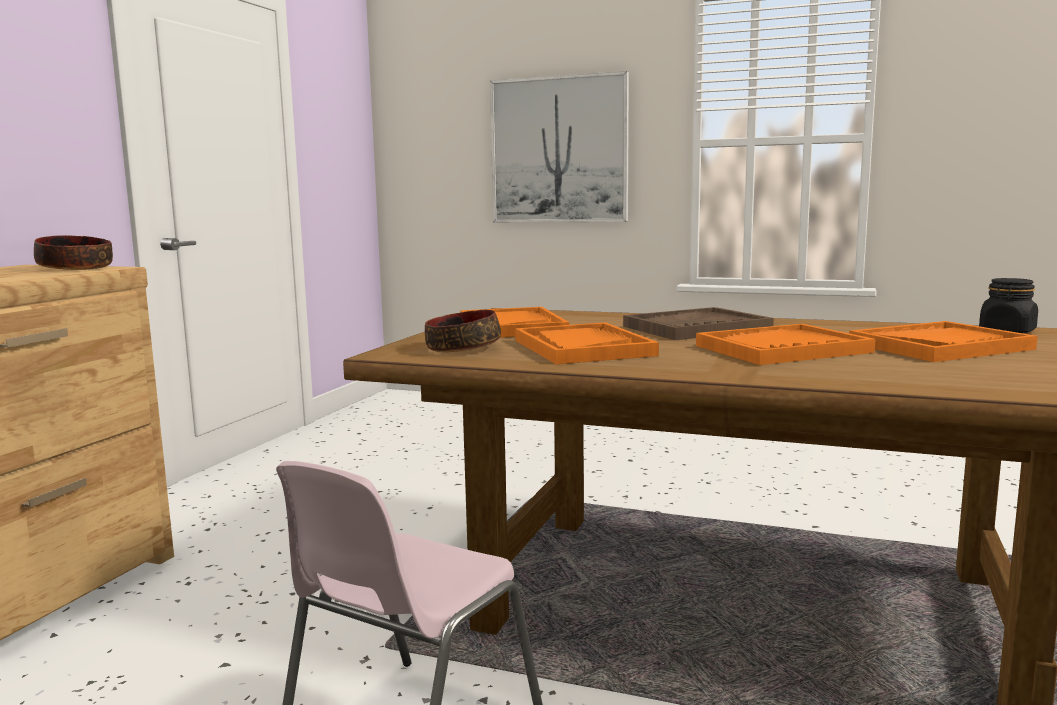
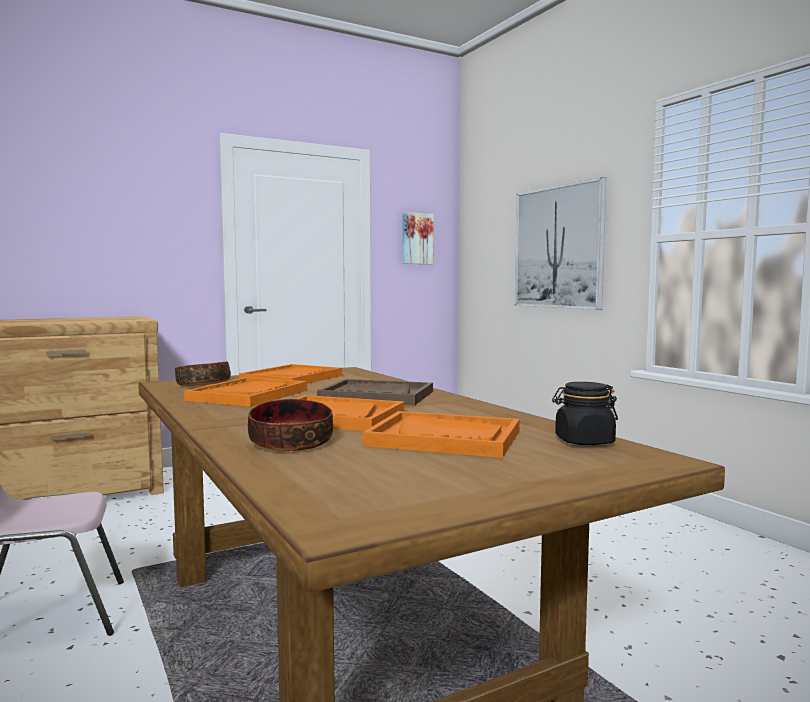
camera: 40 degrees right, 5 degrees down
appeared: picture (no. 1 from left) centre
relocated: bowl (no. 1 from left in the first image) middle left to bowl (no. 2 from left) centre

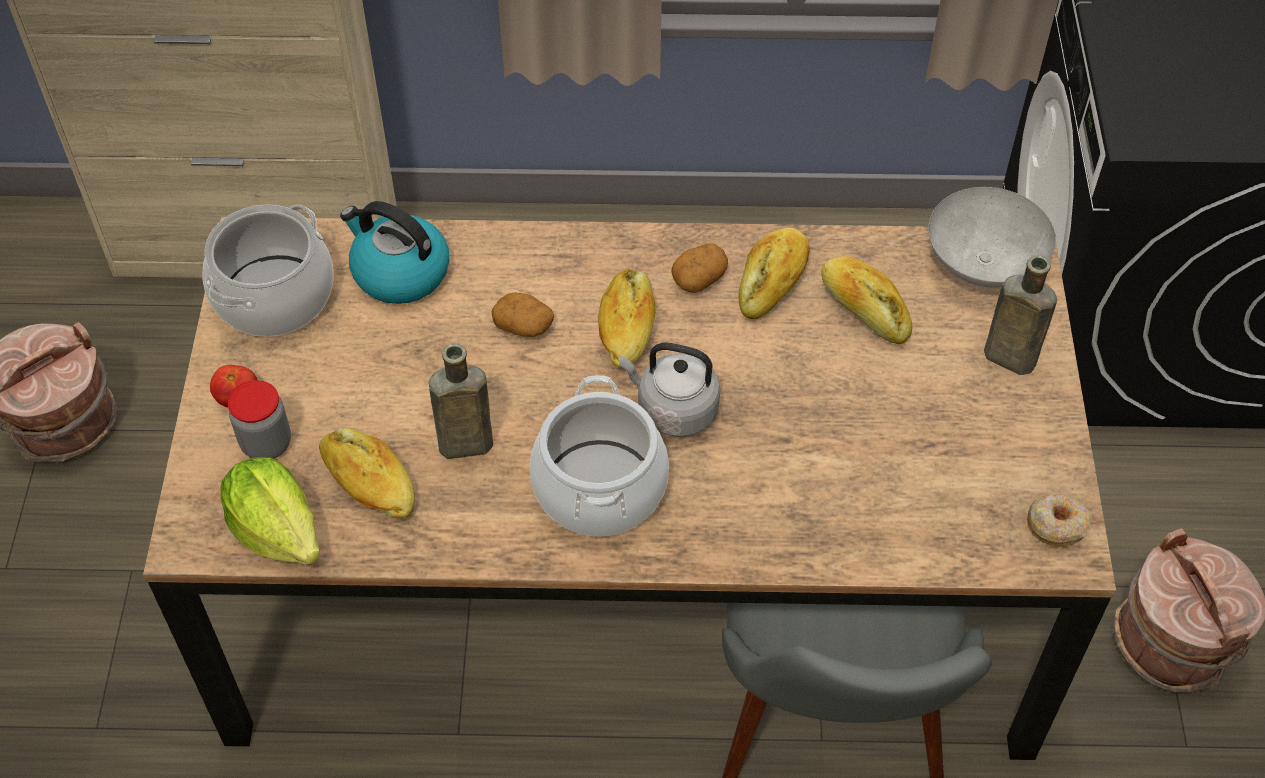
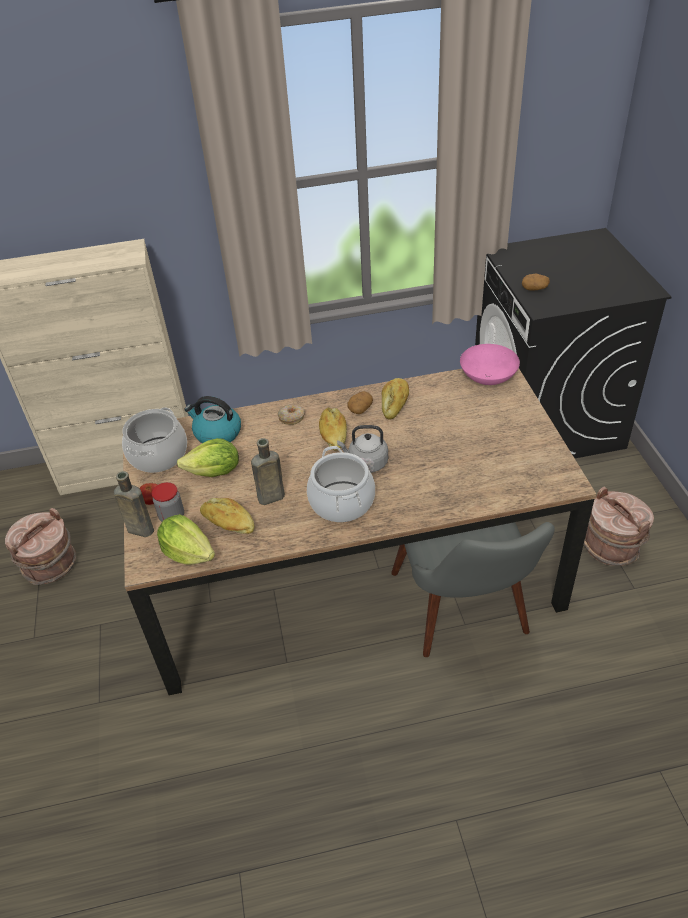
camera: 10 degrees left, 10 degrees down
missing: bread (no. 4 from left) middle right
appeared: lettuce (no. 2 from left) middle left
relocated: potato (no. 1 from left in the first image) centre to potato (no. 2 from left) top right; brown bottle (no. 2 from left in the first image) middle right to brown bottle (no. 1 from left) middle left; donut bottom right to centre
colour: grey bowl top right to pink bowl middle right

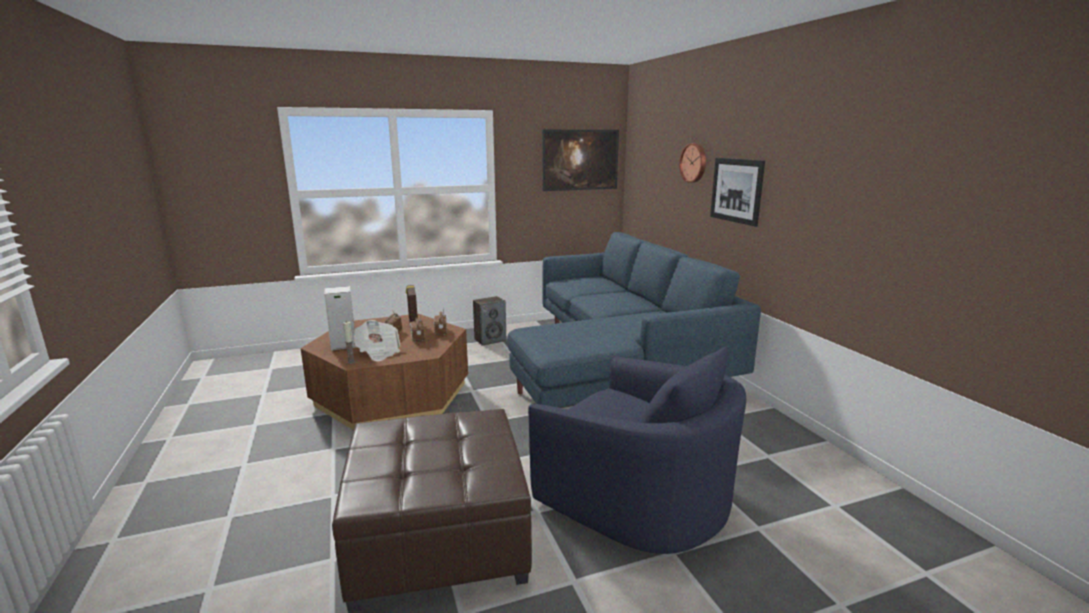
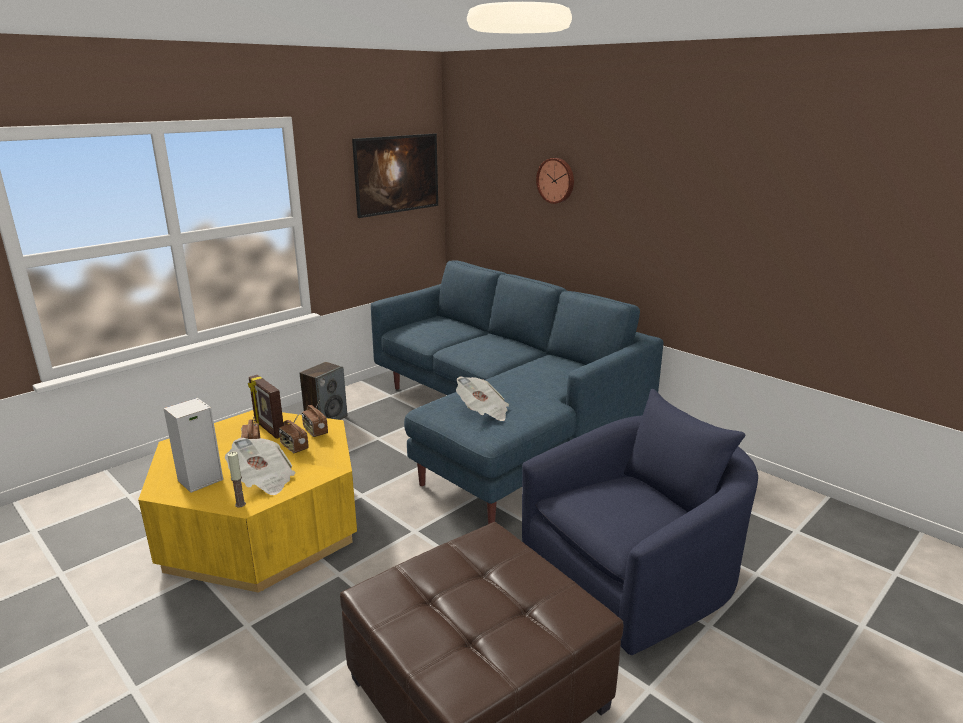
camera: 25 degrees left, 5 degrees up
missing: picture (no. 2 from left) top right
appeared: newspaper (no. 2 from left) centre
colour: brown coffee table centre to yellow coffee table bottom left
spun: blue armchair bottom centre = bottom centre 45 degrees counterclockwise

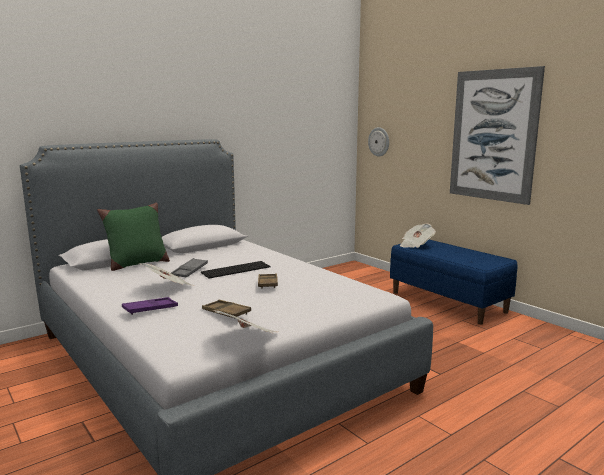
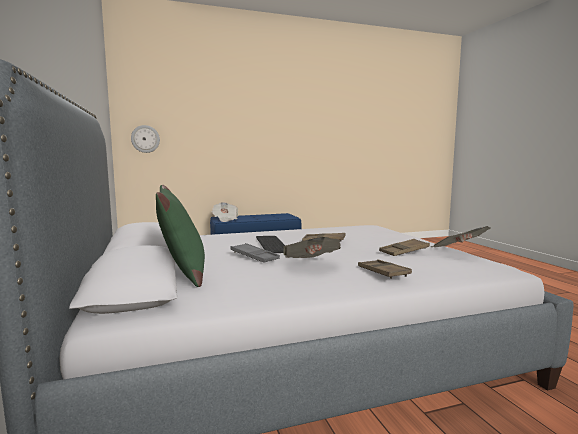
camera: 70 degrees left, 5 degrees down
missing: picture top right
colour: purple tray middle left to brown tray (no. 2 from left) centre

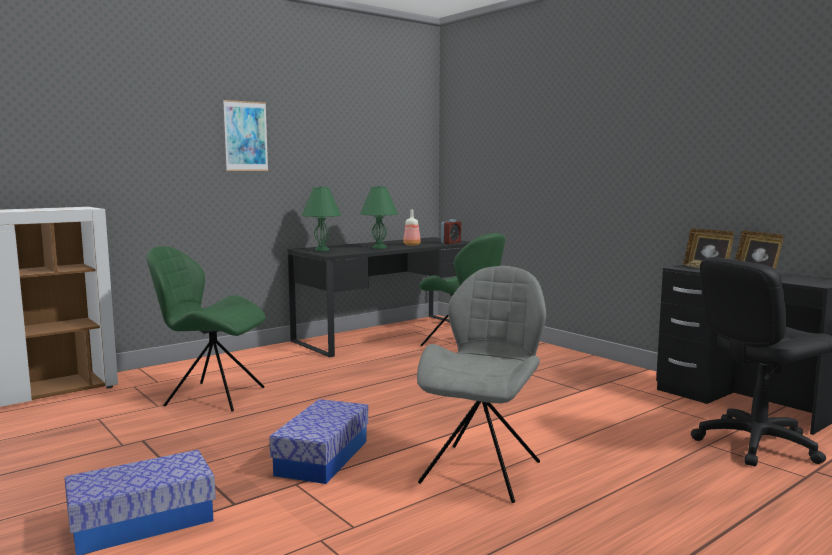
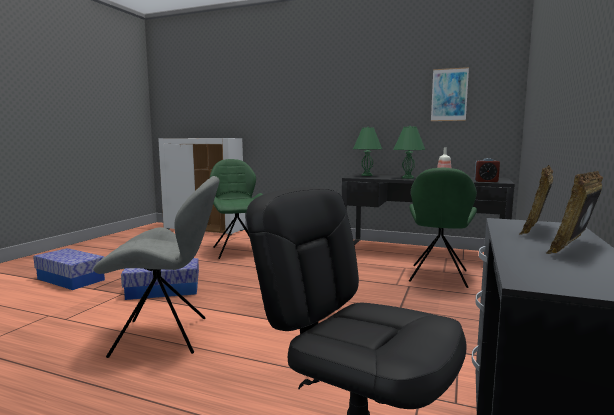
camera: 60 degrees right, 0 degrees up
relocated: picture top left to top right

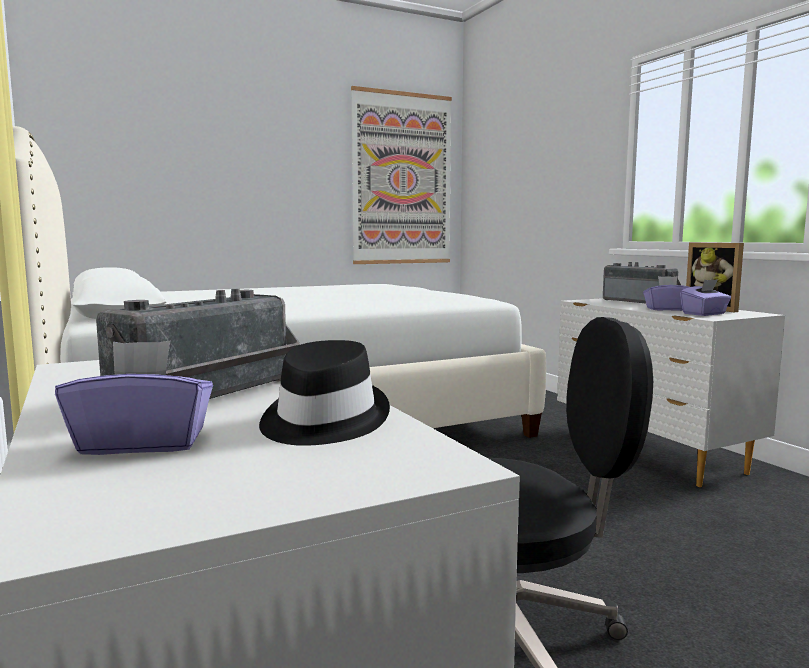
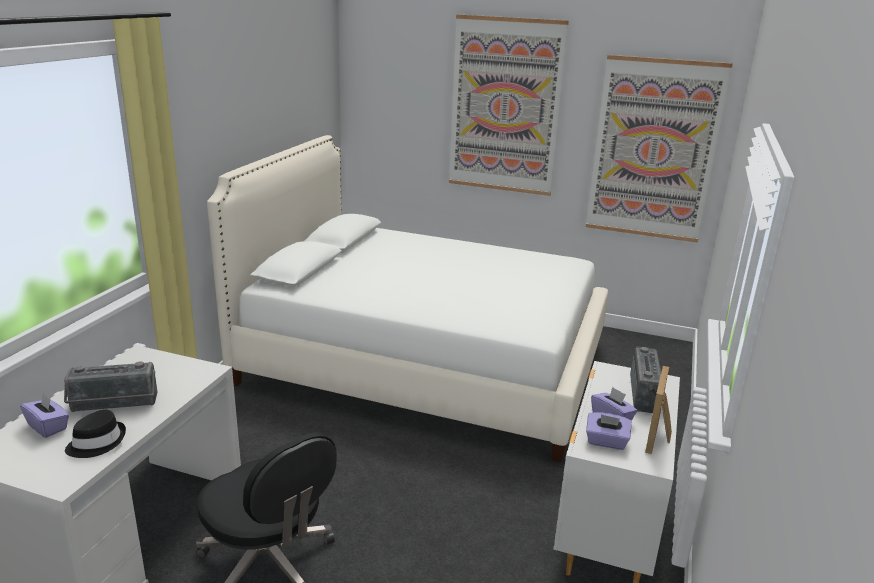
camera: 45 degrees right, 15 degrees up
appeared: picture (no. 1 from left) top centre

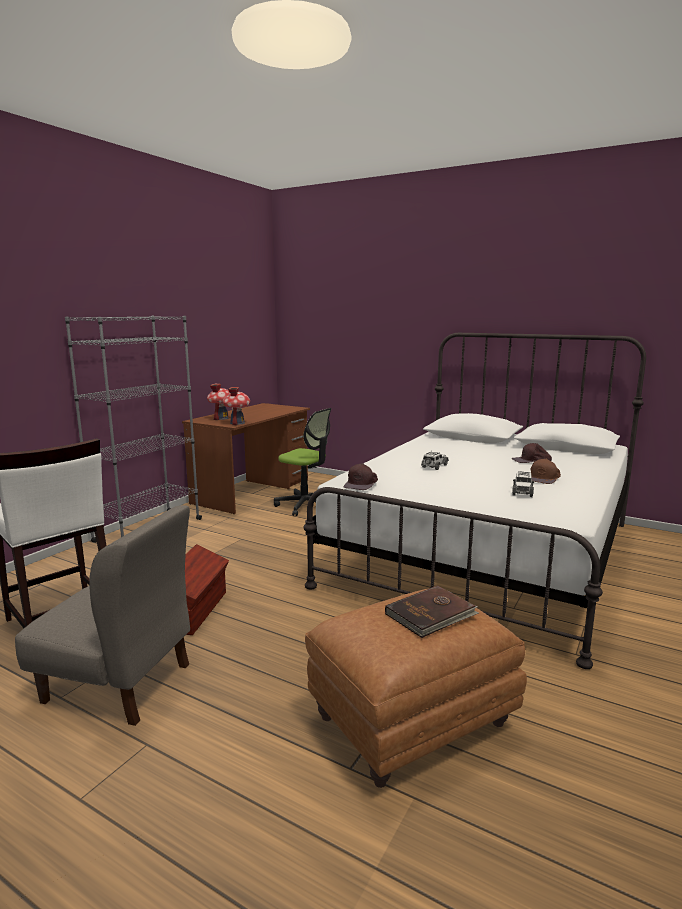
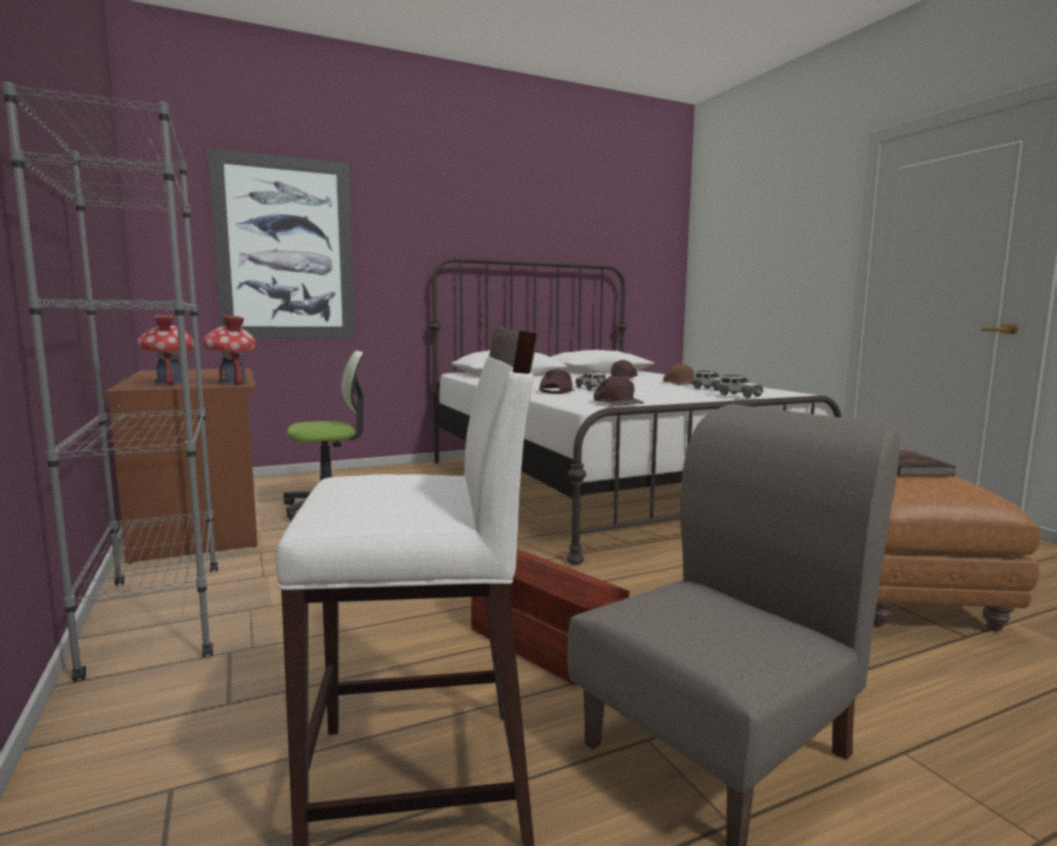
camera: 55 degrees left, 5 degrees down
appeared: picture top left; brown cap (no. 1 from left) centre; toy car (no. 3 from left) middle right

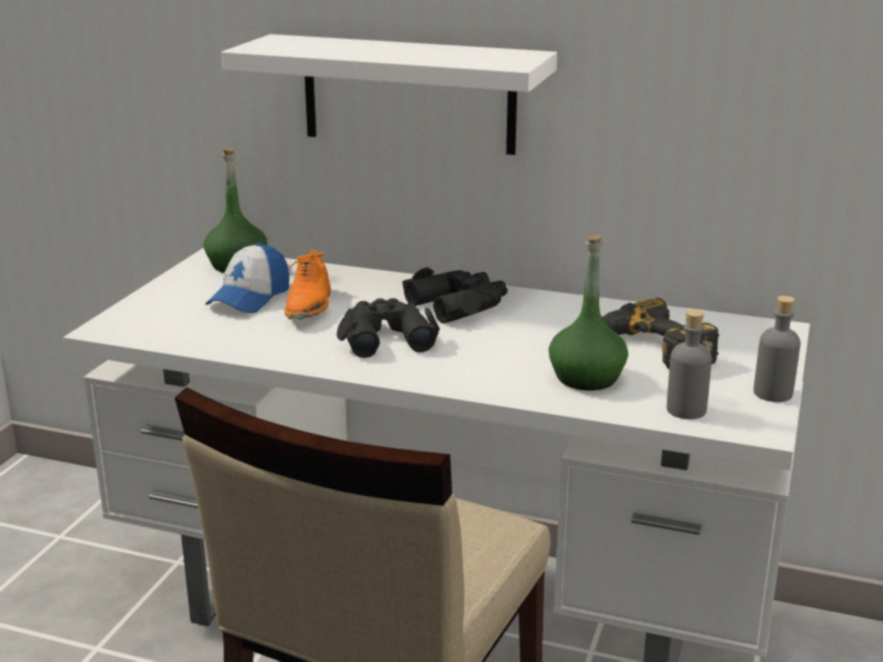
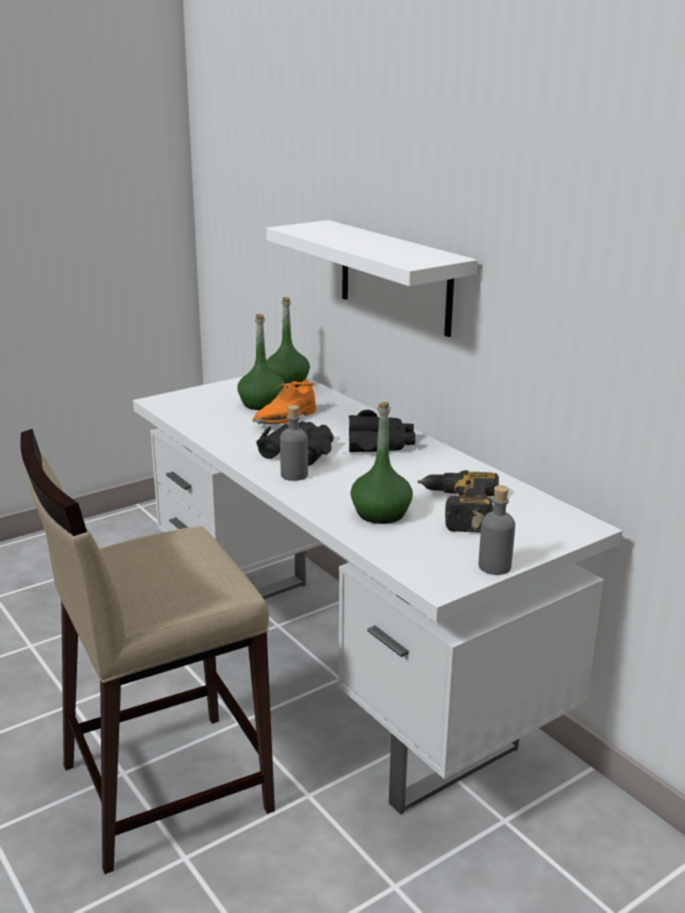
camera: 35 degrees right, 0 degrees up
relocated: grey bottle (no. 1 from left) middle right to centre
exchanged: cap middle left to green bottle (no. 1 from left) centre

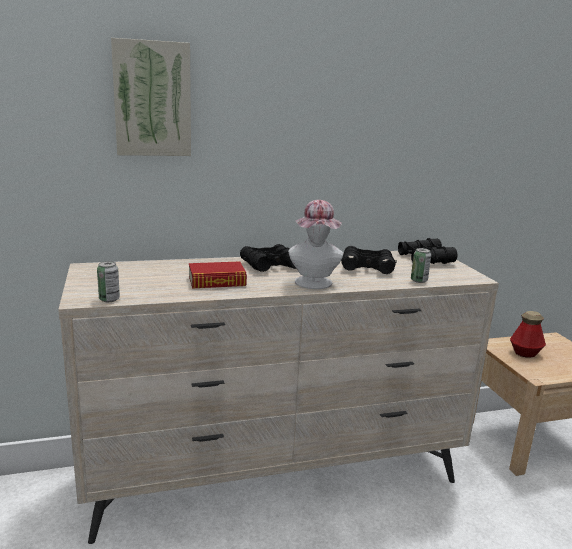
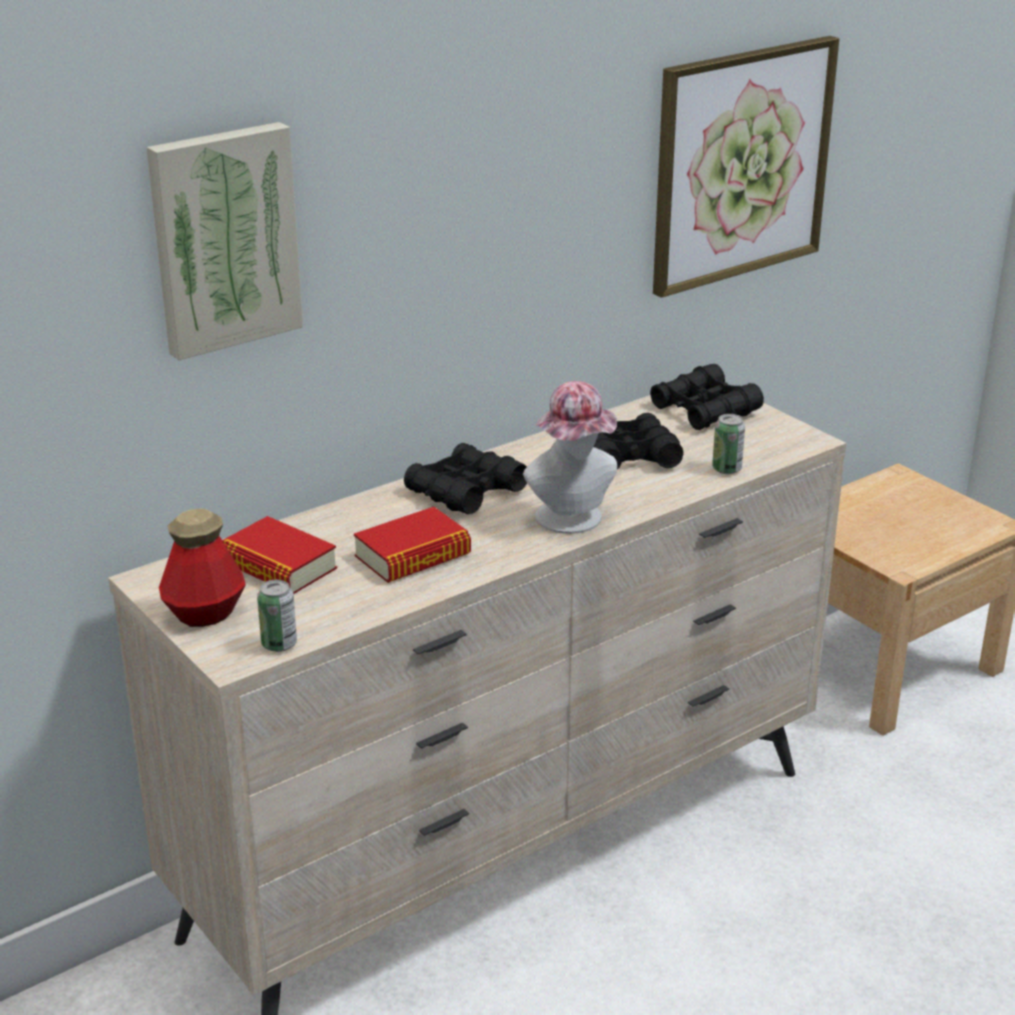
camera: 20 degrees left, 10 degrees up
appeared: book (no. 1 from left) middle left; picture (no. 2 from left) top right
relocated: bottle middle right to middle left

